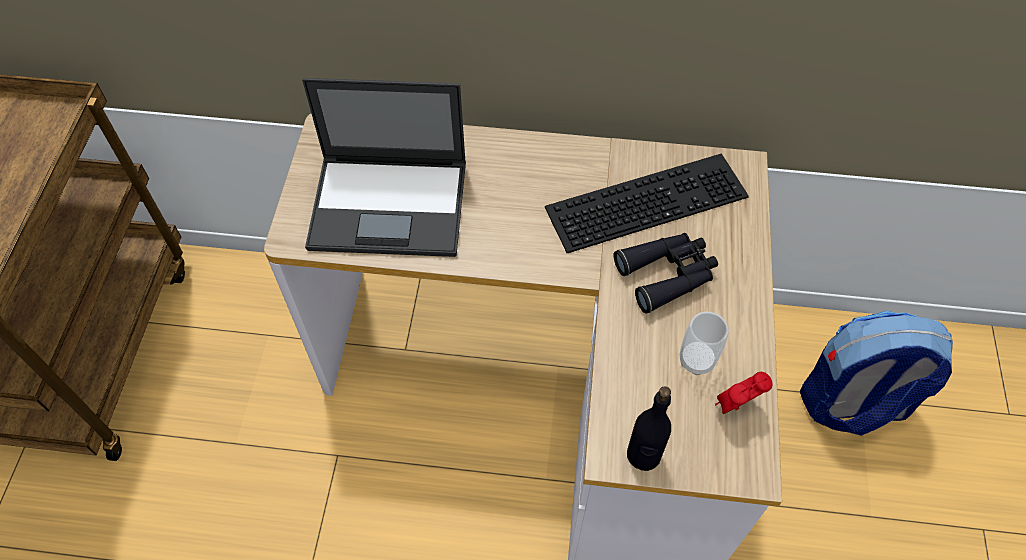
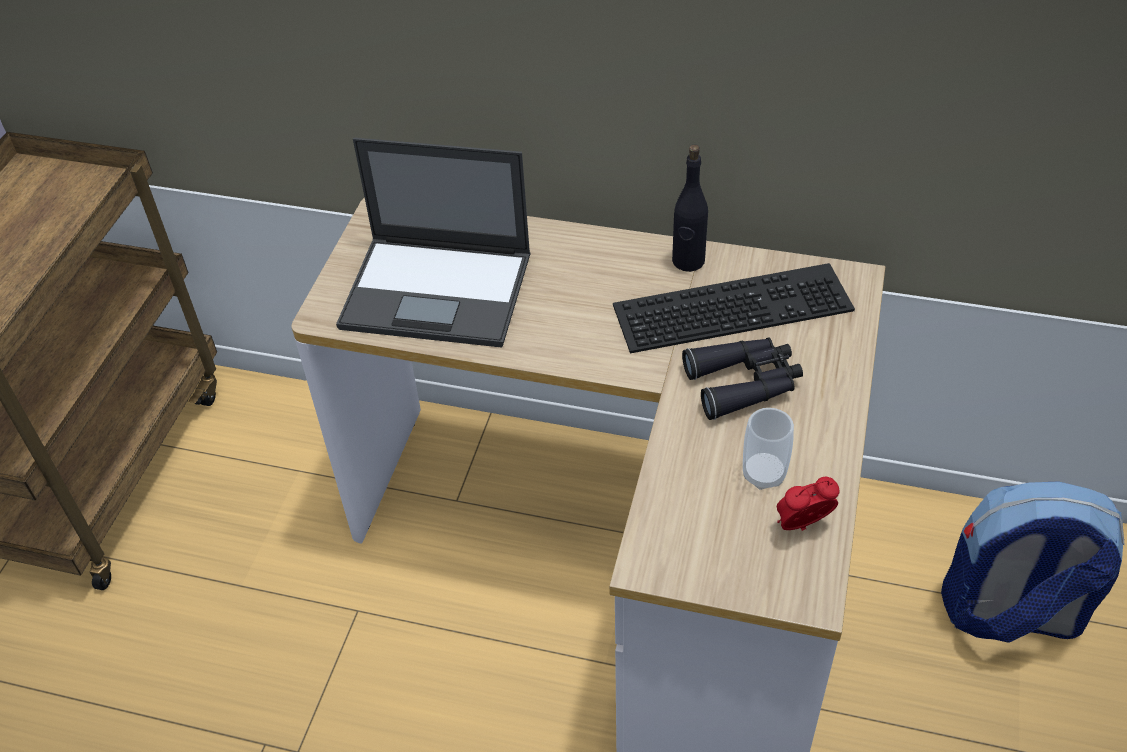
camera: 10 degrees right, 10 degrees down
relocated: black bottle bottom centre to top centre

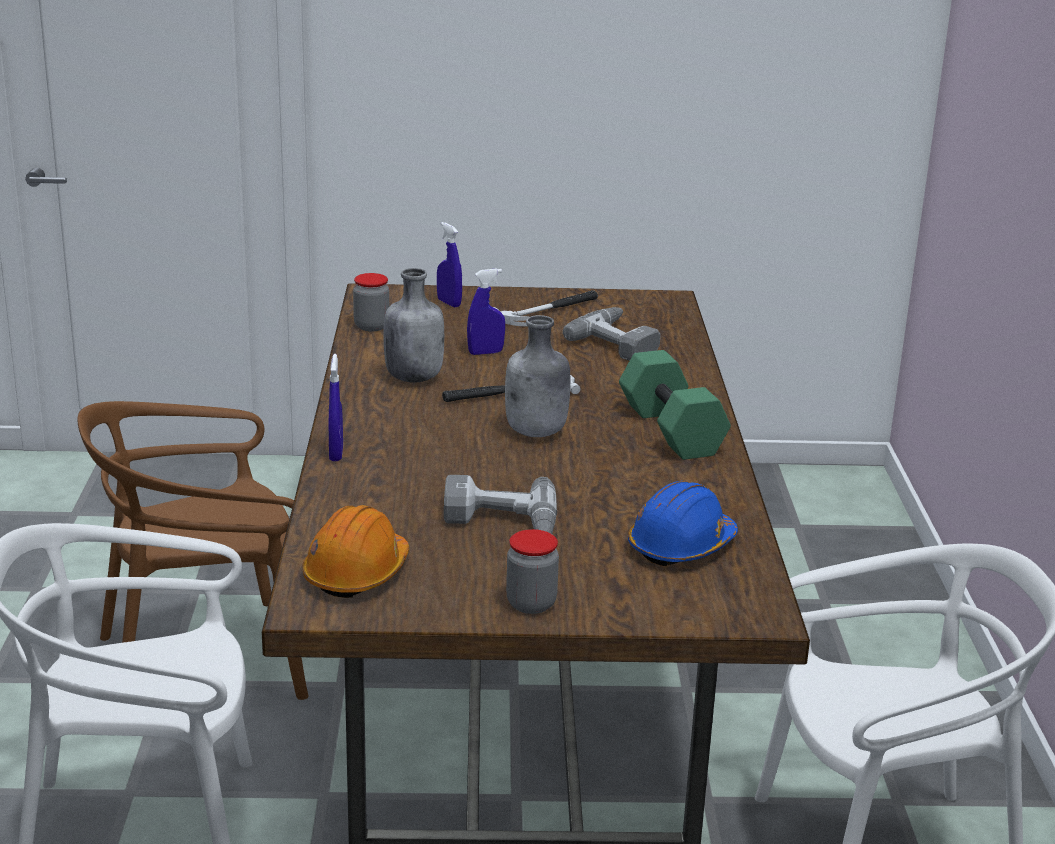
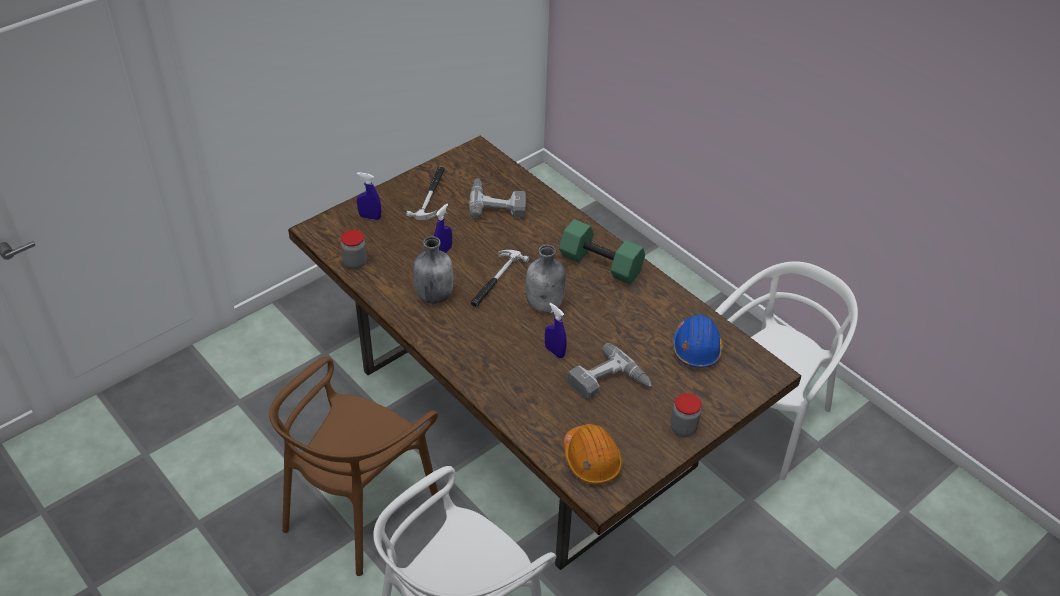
camera: 40 degrees left, 20 degrees up
relocated: blue spray bottle (no. 1 from left in the first image) middle left to blue spray bottle (no. 3 from left) centre

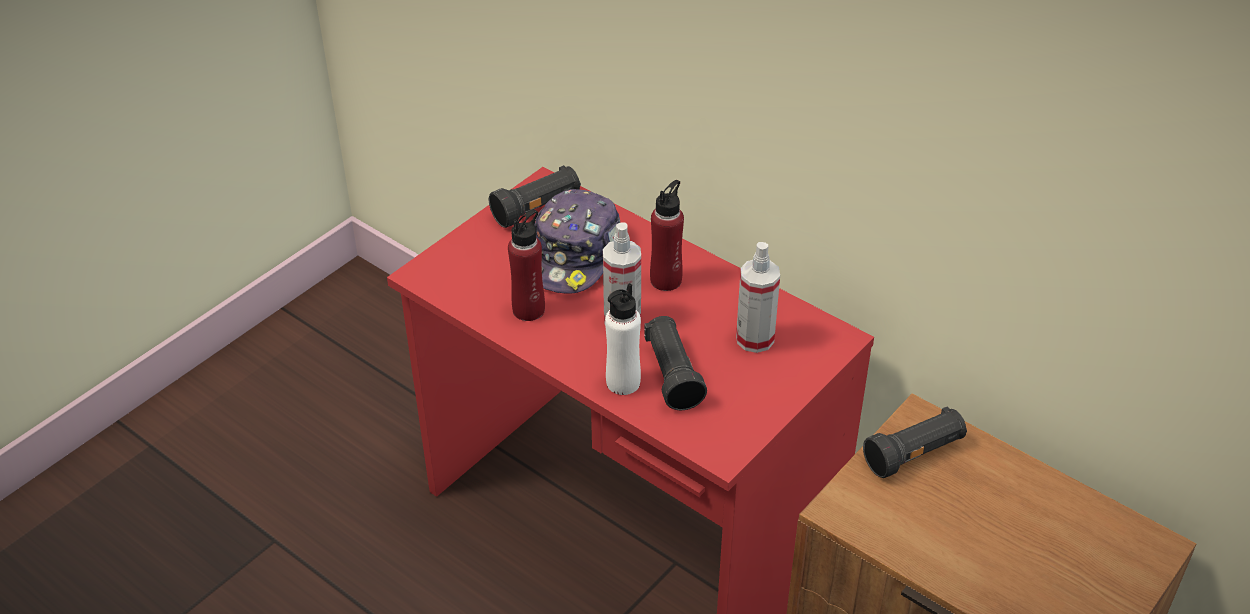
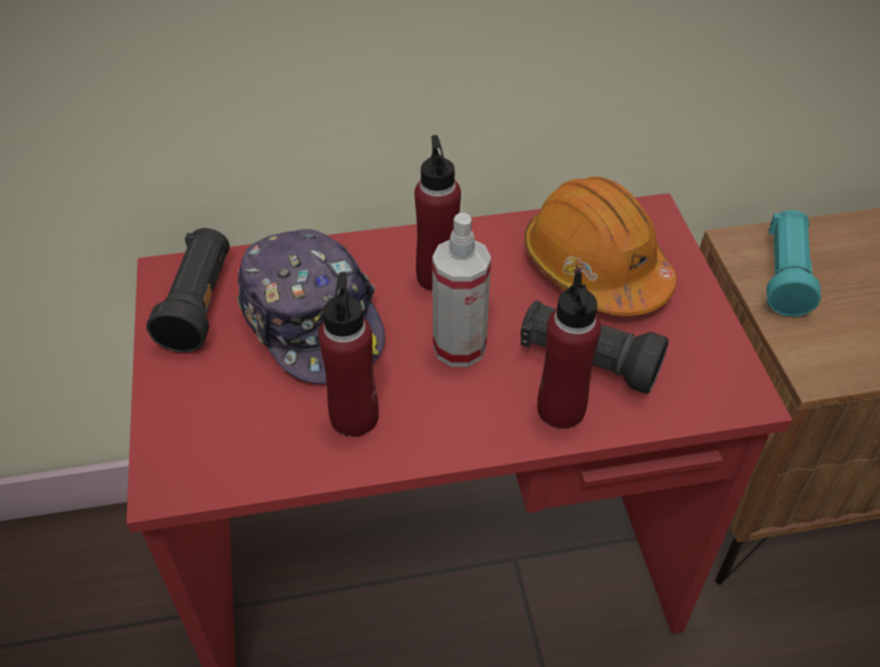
camera: 50 degrees left, 5 degrees up
exchanged: spray bottle (no. 2 from left) centre to orange hard hat middle right
colour: white bottle centre to red bottle (no. 3 from left) centre; black flashlight (no. 3 from left) bottom right to turquoise flashlight middle right

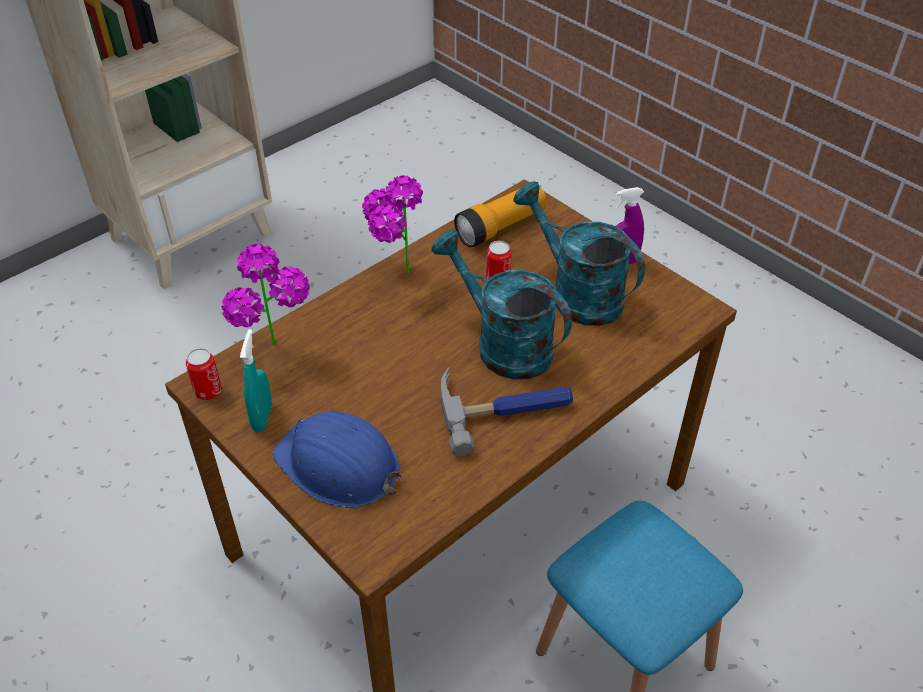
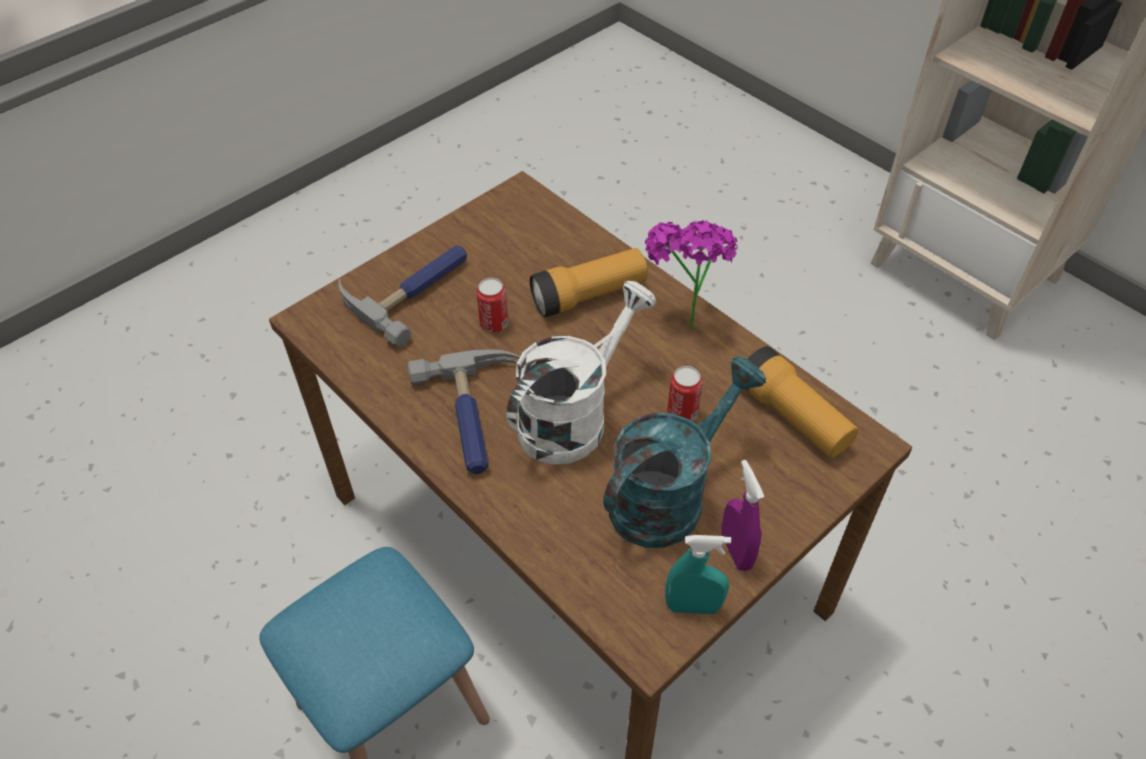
camera: 90 degrees right, 5 degrees up
missing: potted plant (no. 1 from left) middle left
appeared: flashlight (no. 1 from left) centre
relocated: can (no. 1 from left) middle left to centre; turquoise spray bottle middle left to bottom centre
exchanged: blue hard hat centre to hammer (no. 1 from left) centre
colour: turquoise watering can (no. 1 from left) centre to white watering can centre

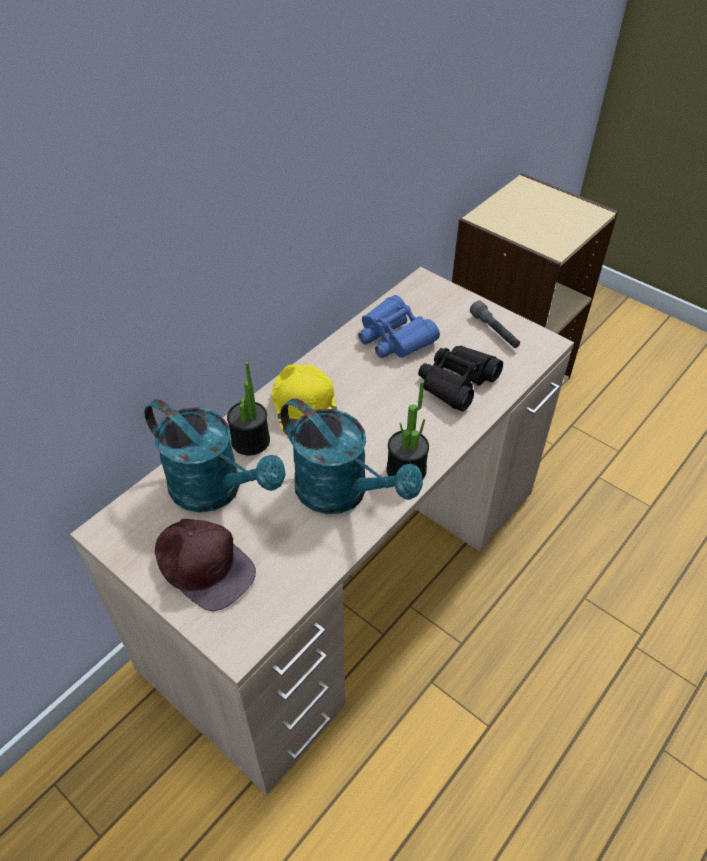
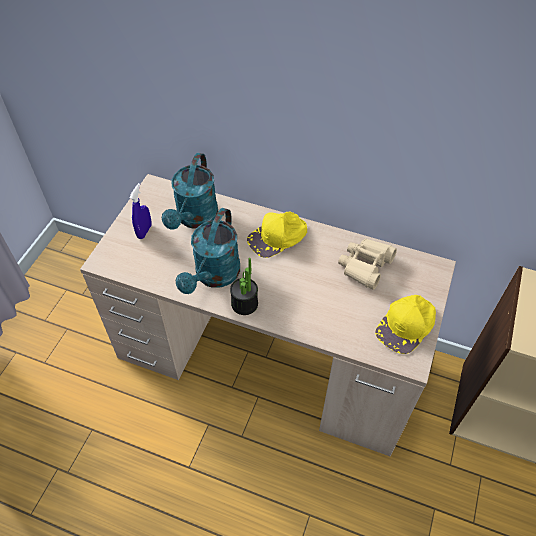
camera: 70 degrees right, 5 degrees up
missing: potted plant (no. 1 from left) centre; black binoculars centre
exchanged: brown cap middle left to blue spray bottle middle left; grey flashlight middle right to yellow cap (no. 2 from left) middle right
colour: blue binoculars centre to beige binoculars middle right

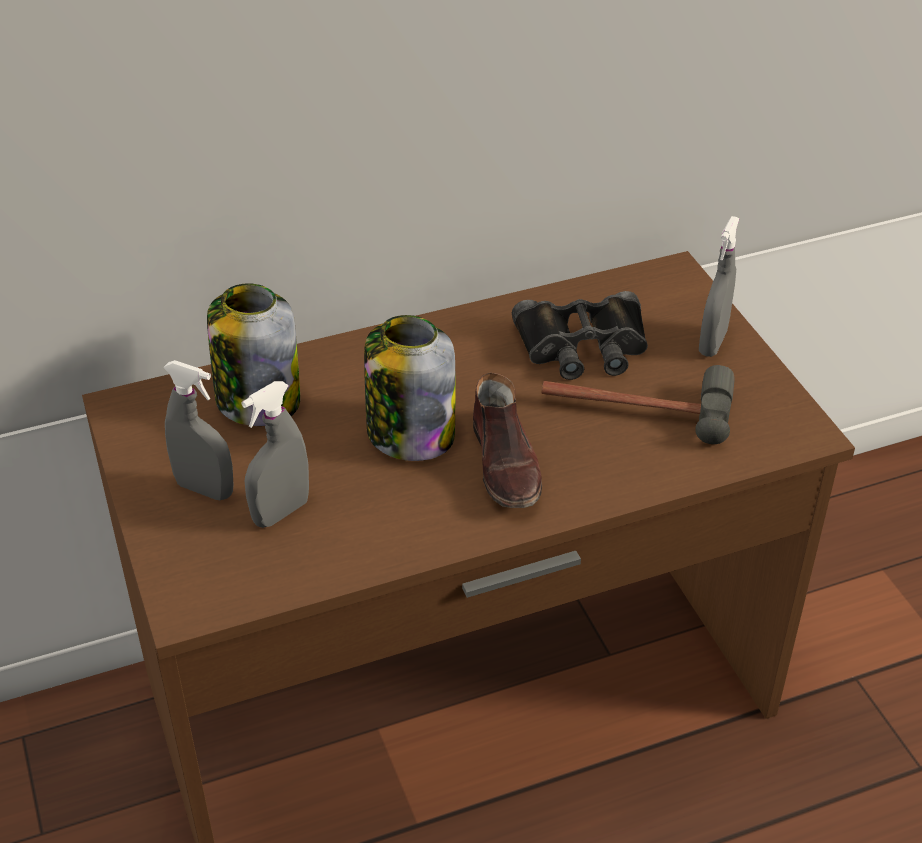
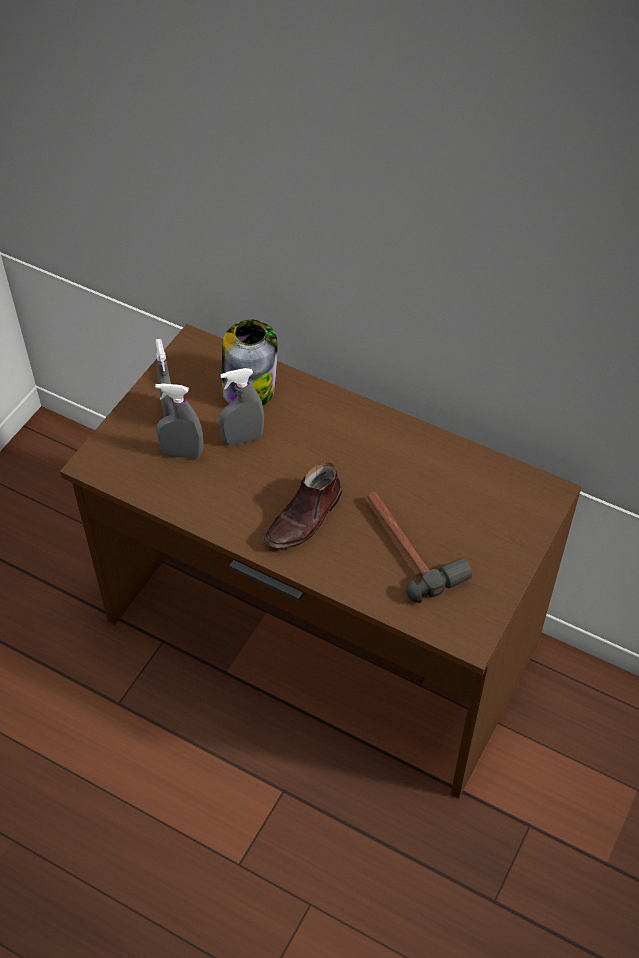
camera: 50 degrees right, 10 degrees up
missing: jar (no. 2 from left) centre; black binoculars centre
relocated: grey spray bottle (no. 3 from left) middle right to centre

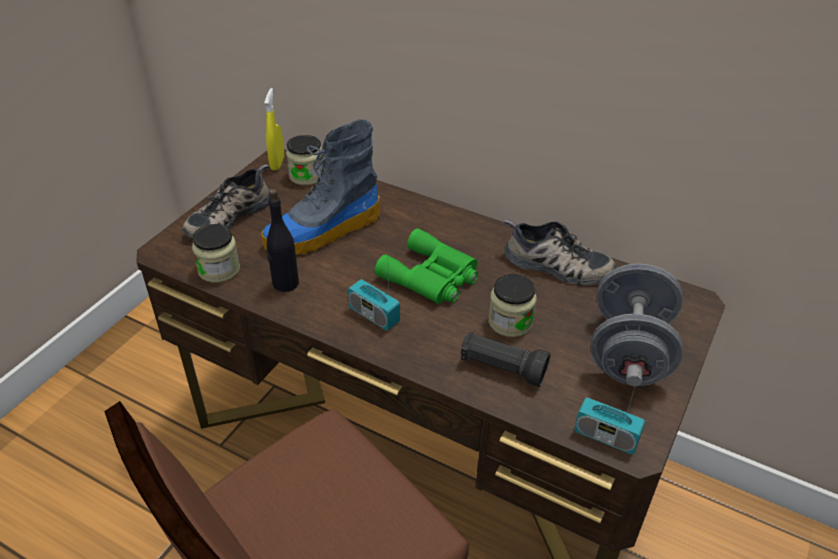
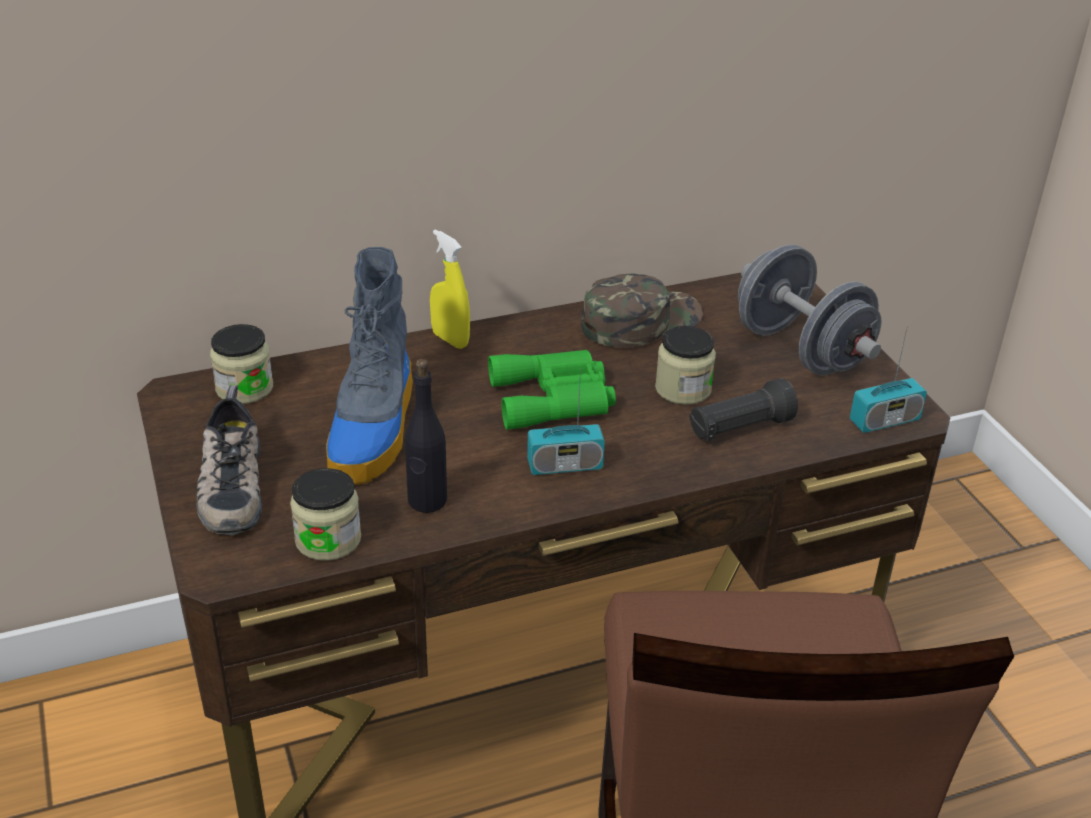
camera: 50 degrees left, 5 degrees down
relocated: yellow spray bottle top left to centre
exchanged: shoe (no. 2 from left) middle right to green cap centre

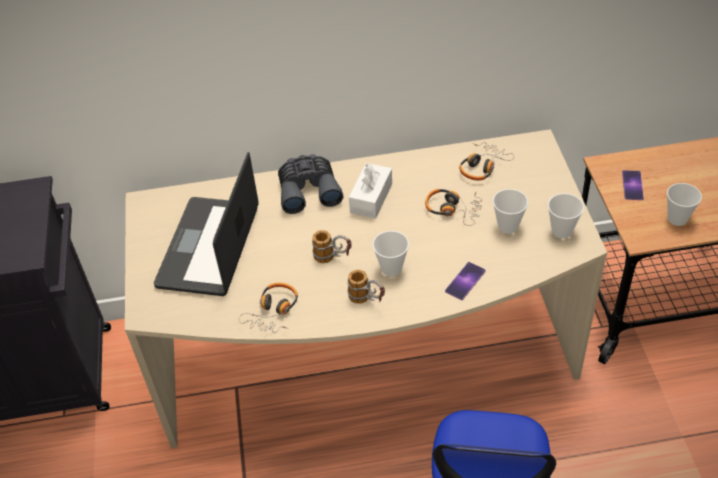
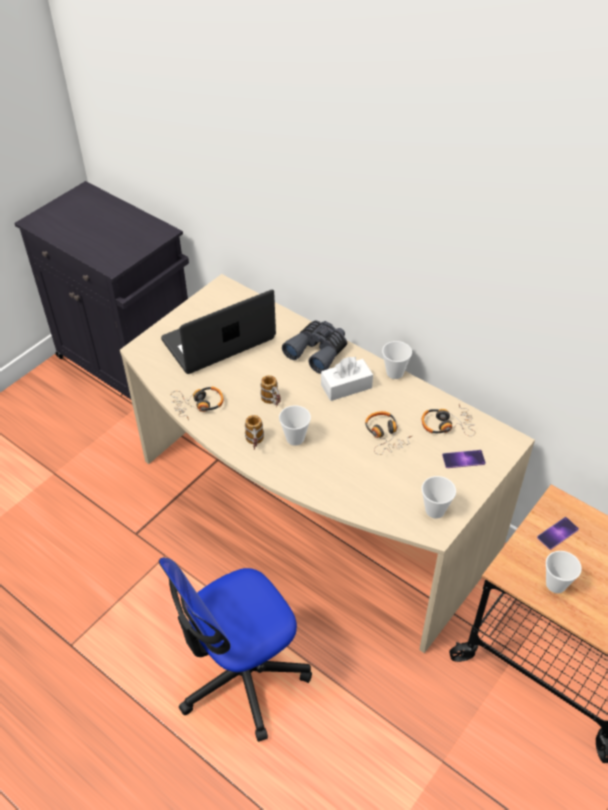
camera: 45 degrees right, 0 degrees up
relocated: phone (no. 1 from left) centre to middle right; cup (no. 2 from left) middle right to centre

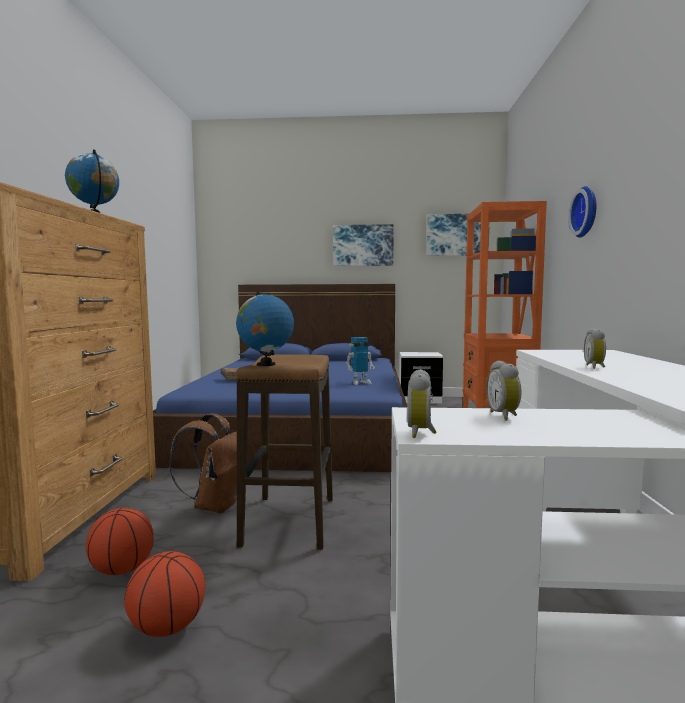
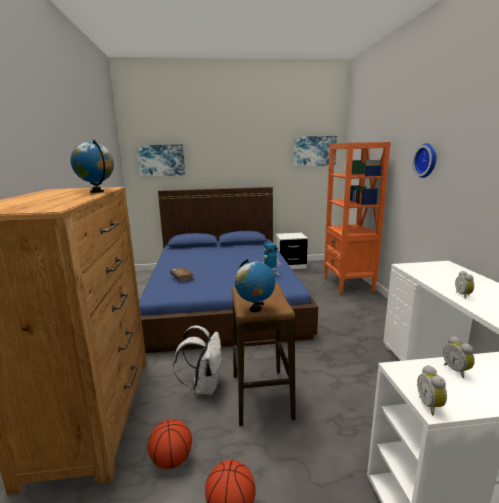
camera: 10 degrees left, 10 degrees up
relocated: picture (no. 1 from left) centre to top left
colour: brown backpack middle left to white backpack bottom centre

